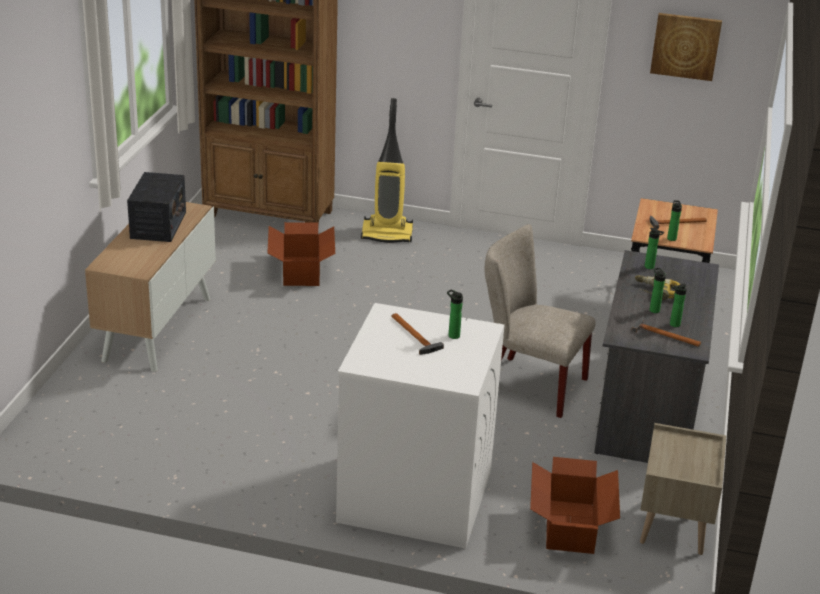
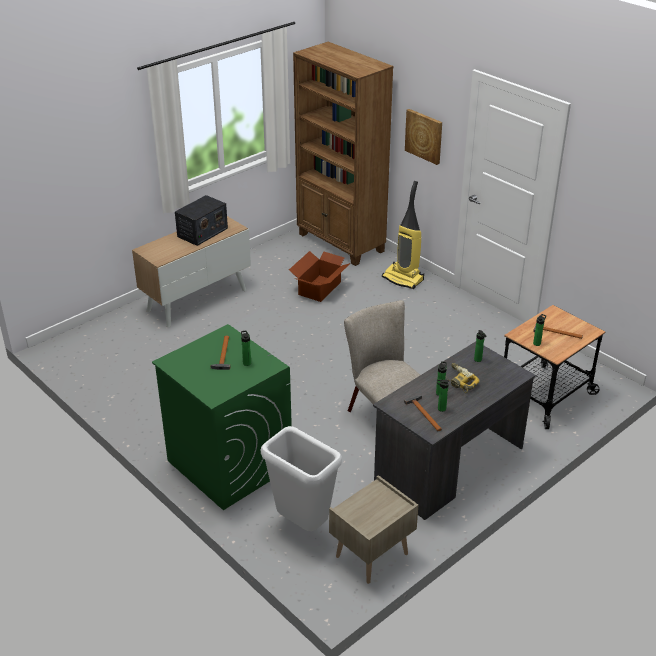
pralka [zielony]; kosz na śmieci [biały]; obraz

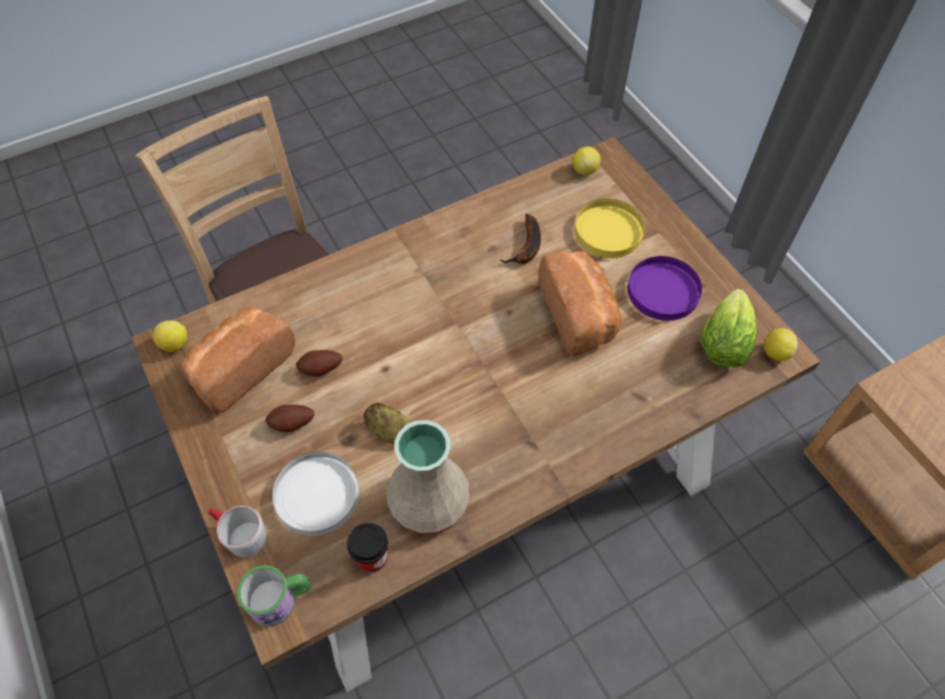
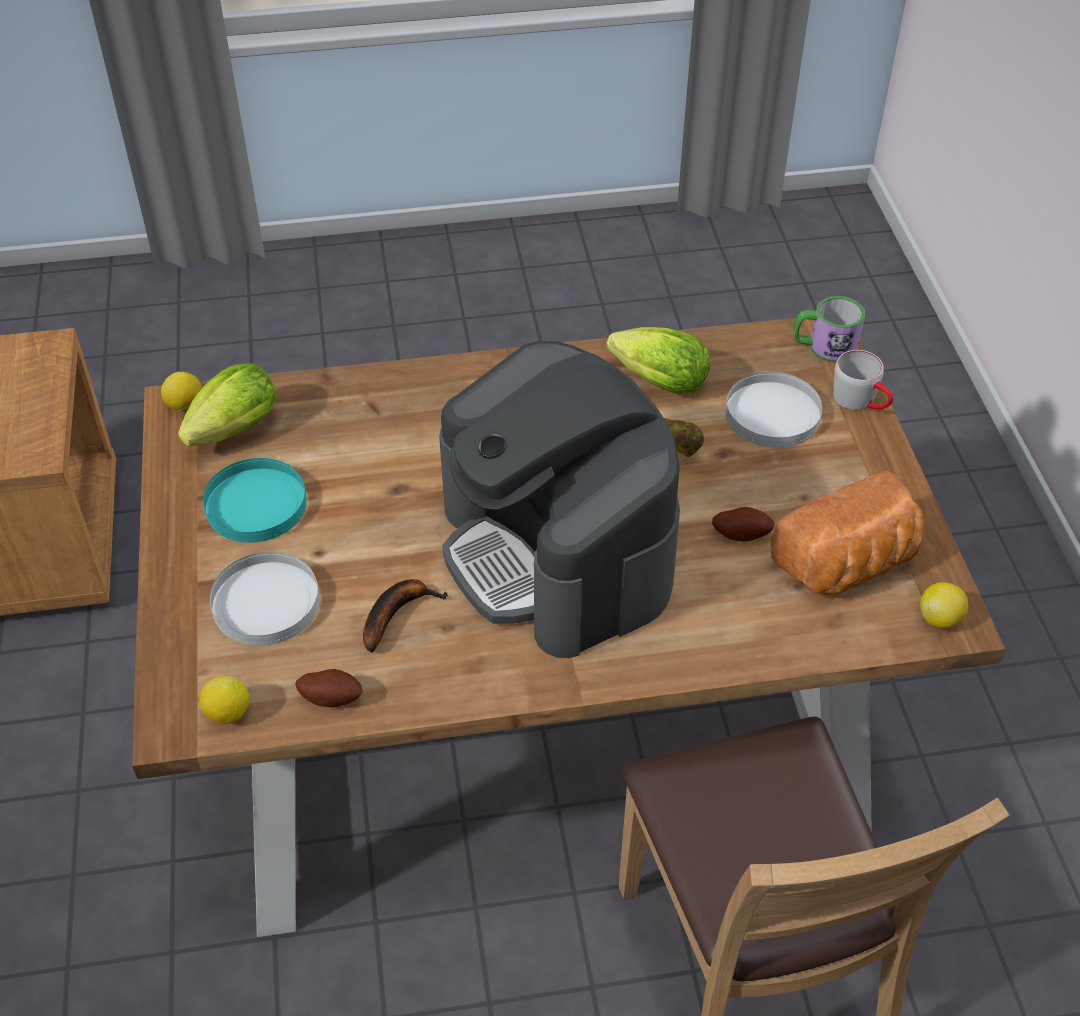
talerz [turkusowy]; talerz [biały] (1st from left); ziemniak (1st from left); ekspres do kawy; sałata (2nd from left); filiżanka; chleb (2nd from left in the first image)

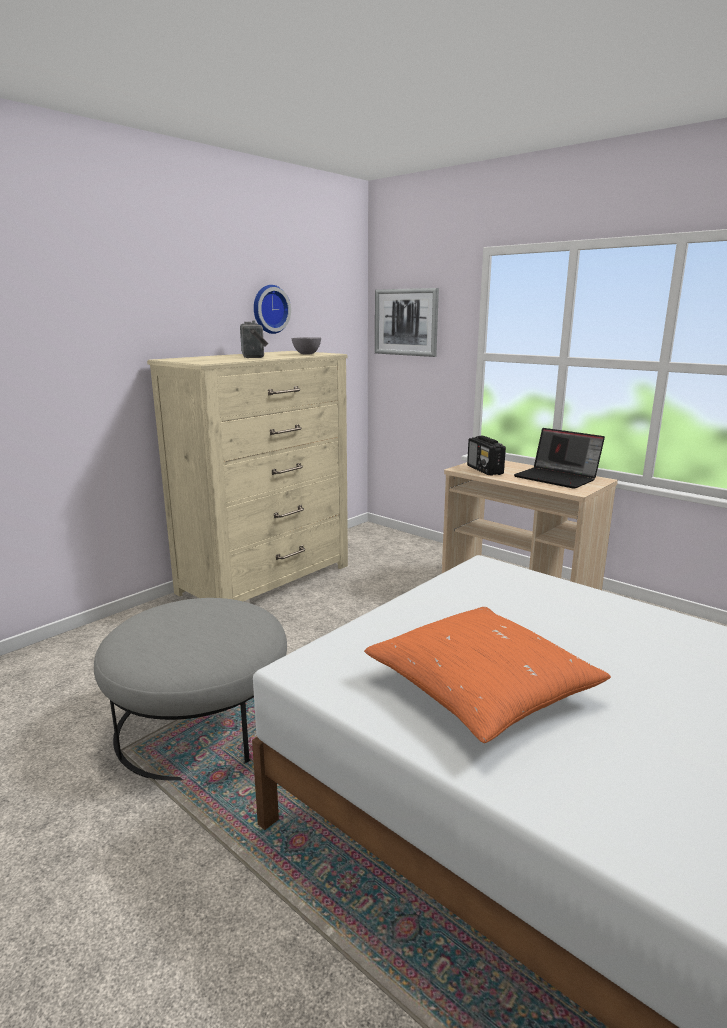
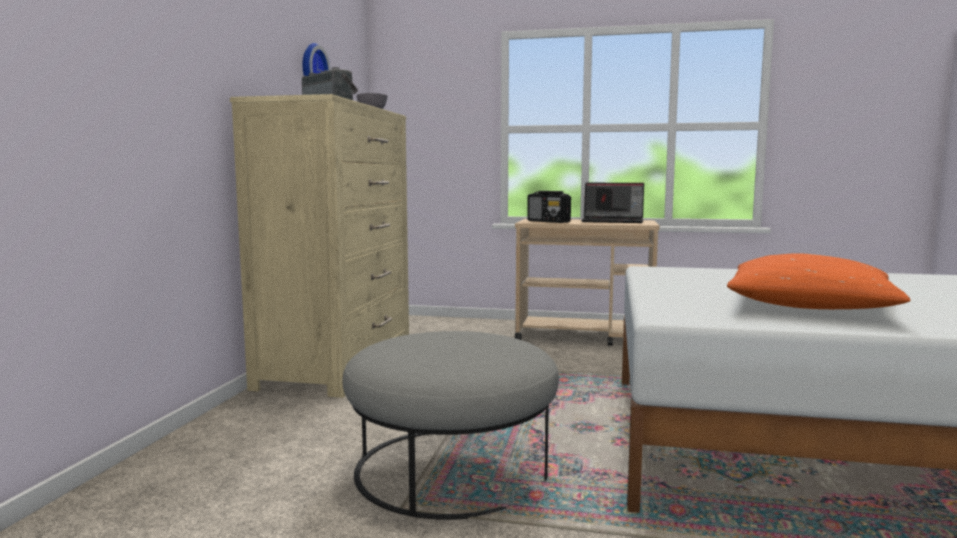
obraz

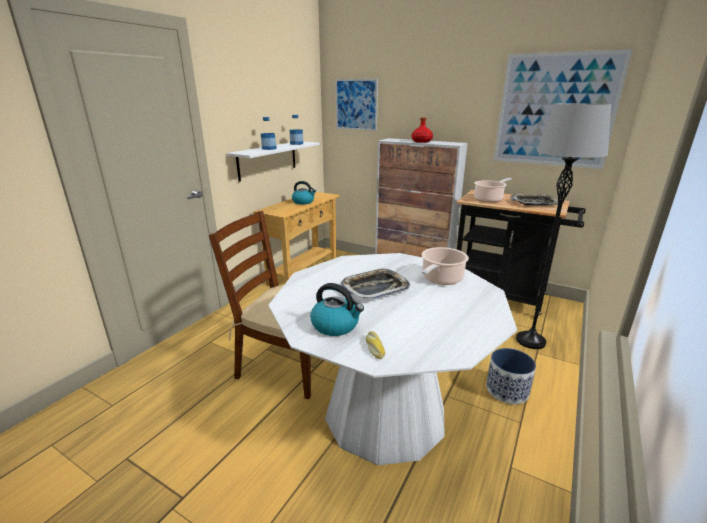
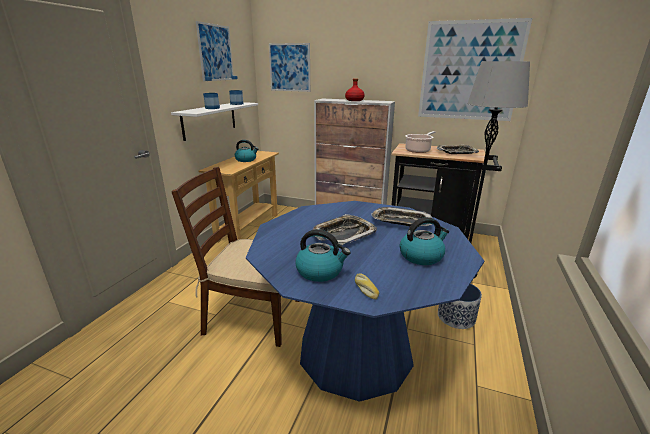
obraz (1st from left); stół jadalny [niebieski]; taca (2nd from left); czajnik (3rd from left)

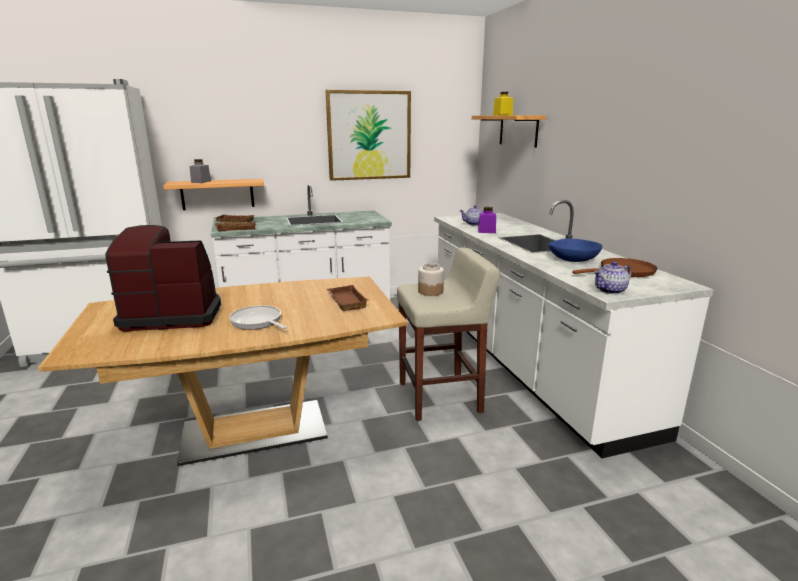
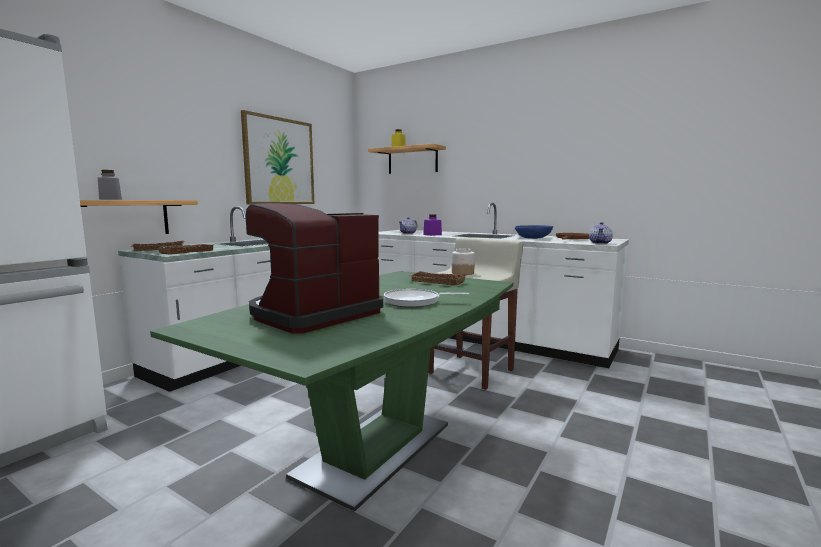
stół jadalny [zielony]

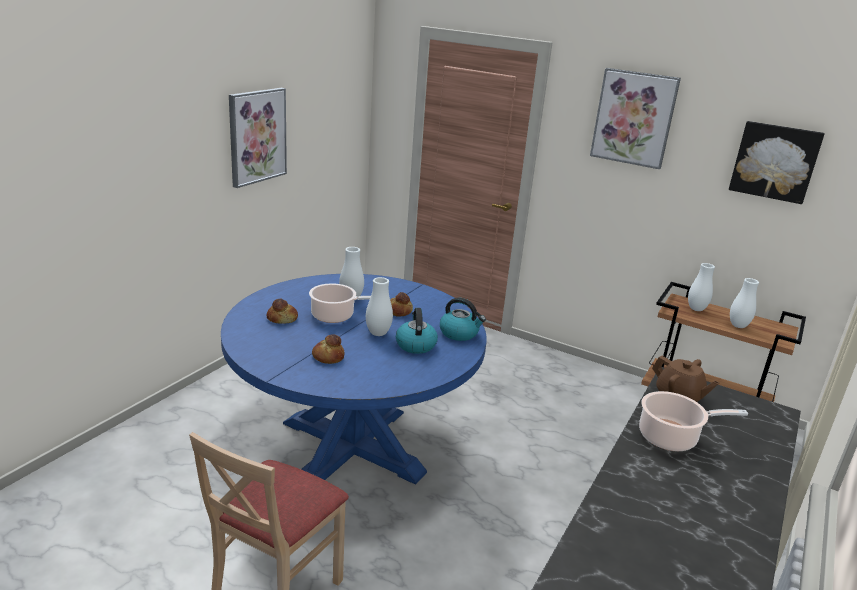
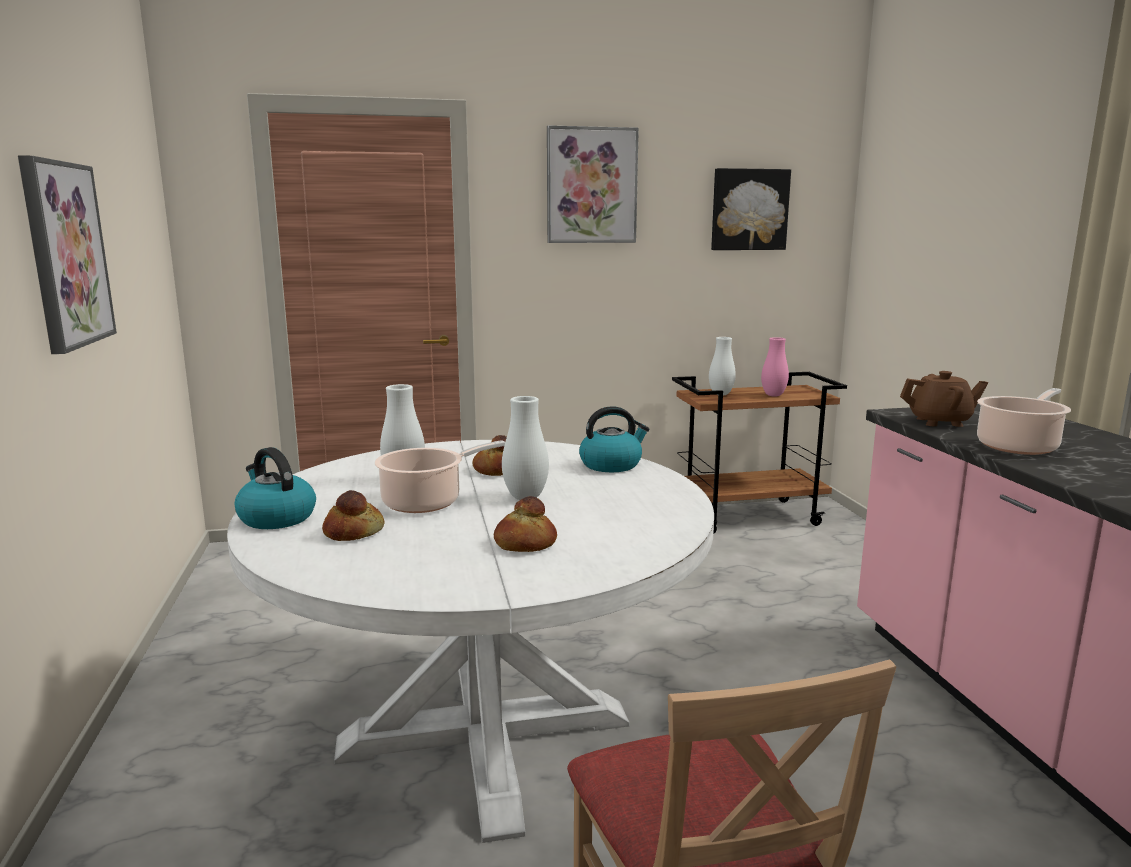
stół jadalny [biały]; czajnik (1st from left); wazon [różowy]

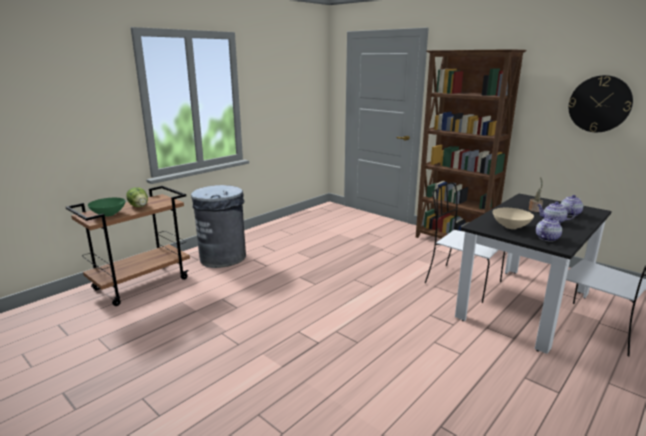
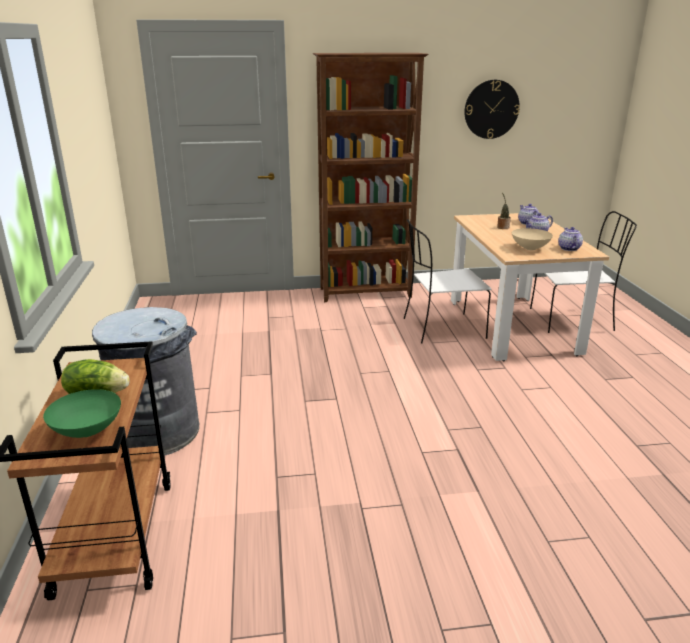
stół jadalny [beżowy]

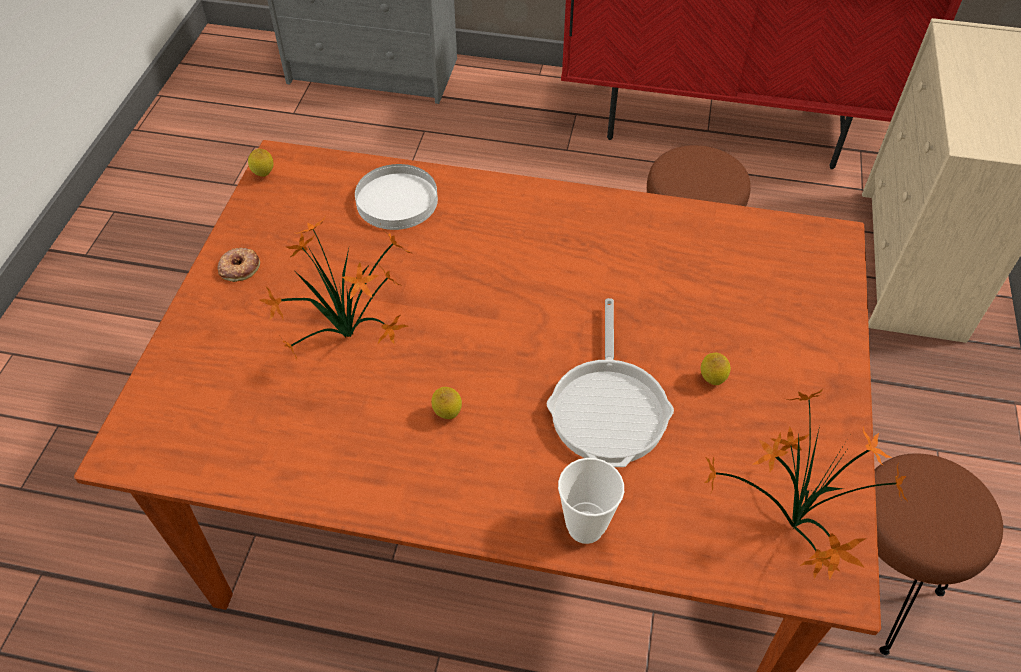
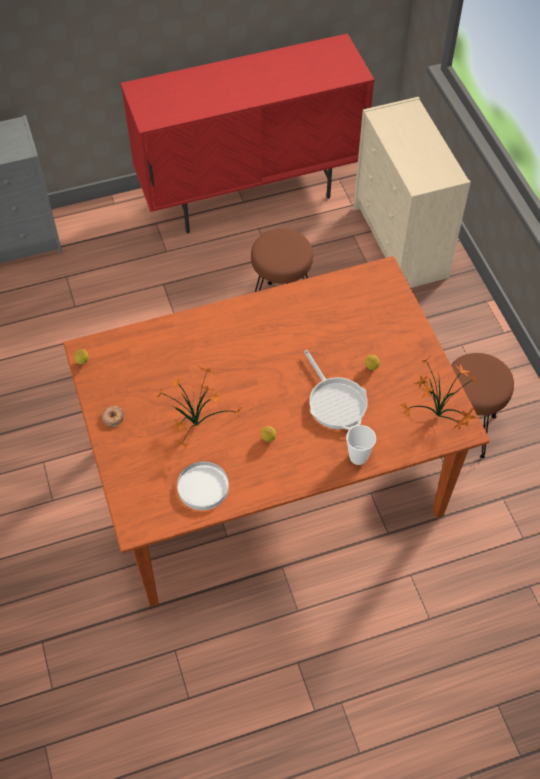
talerz [biały]

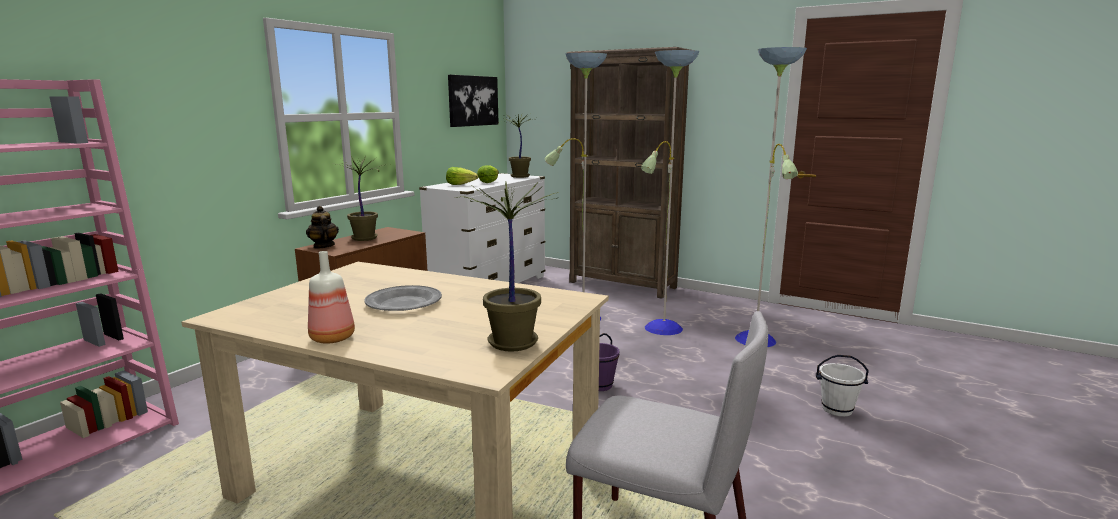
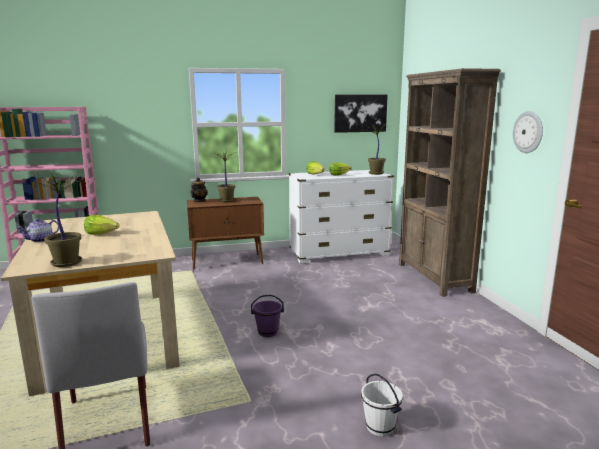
imbryk (1st from left); sałata (1st from left); zegar ścienny; lampa stojąca

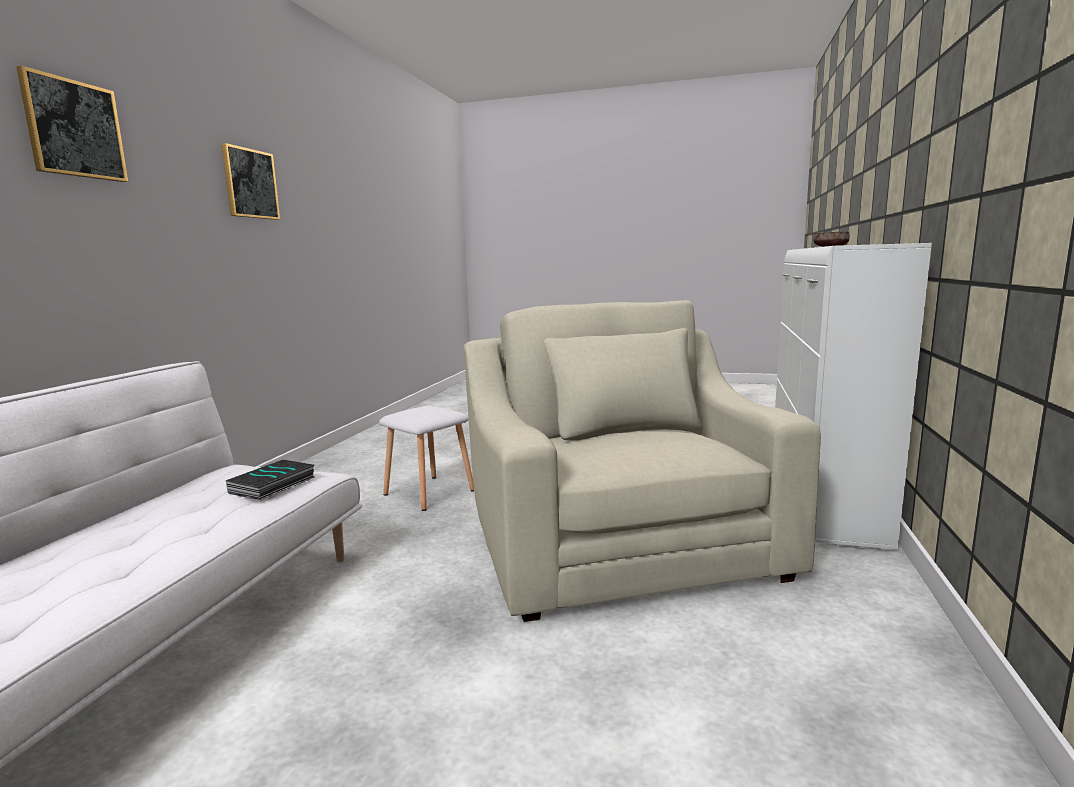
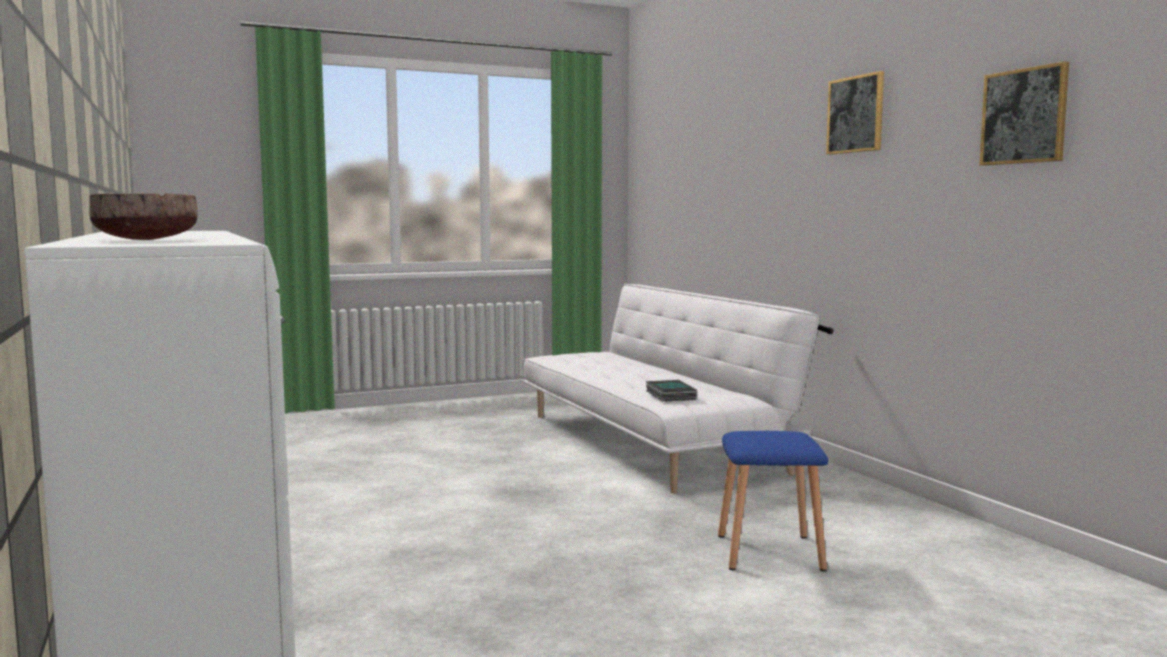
stołek [niebieski]; fotel [beżowy]

